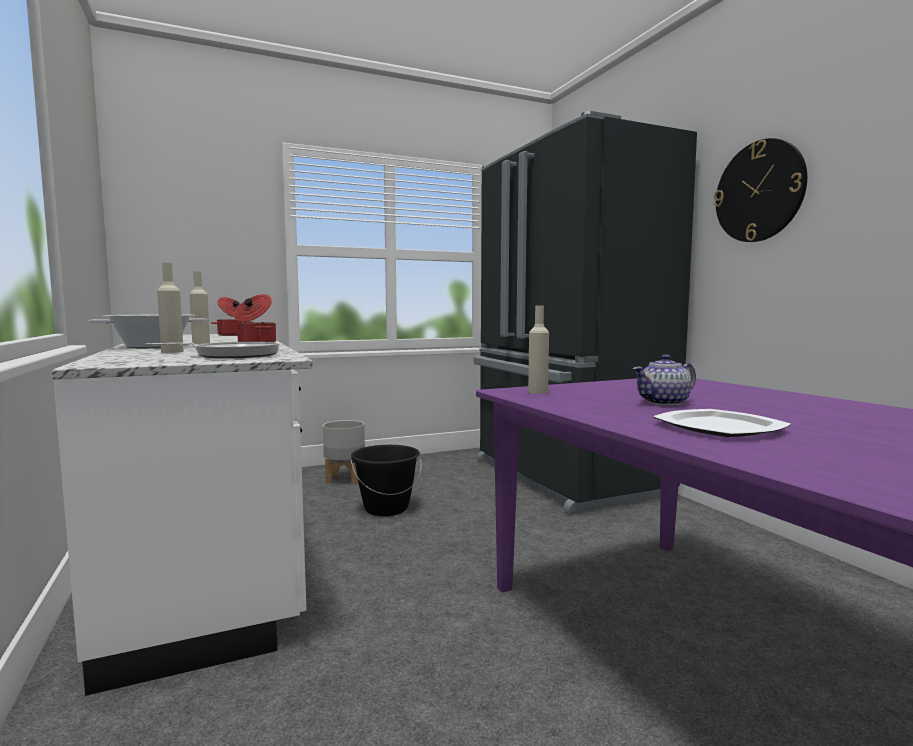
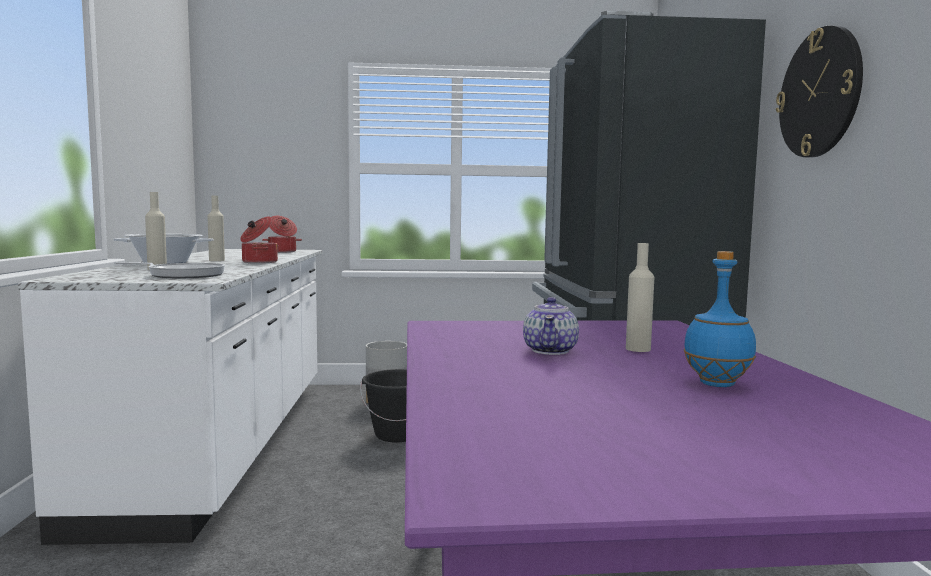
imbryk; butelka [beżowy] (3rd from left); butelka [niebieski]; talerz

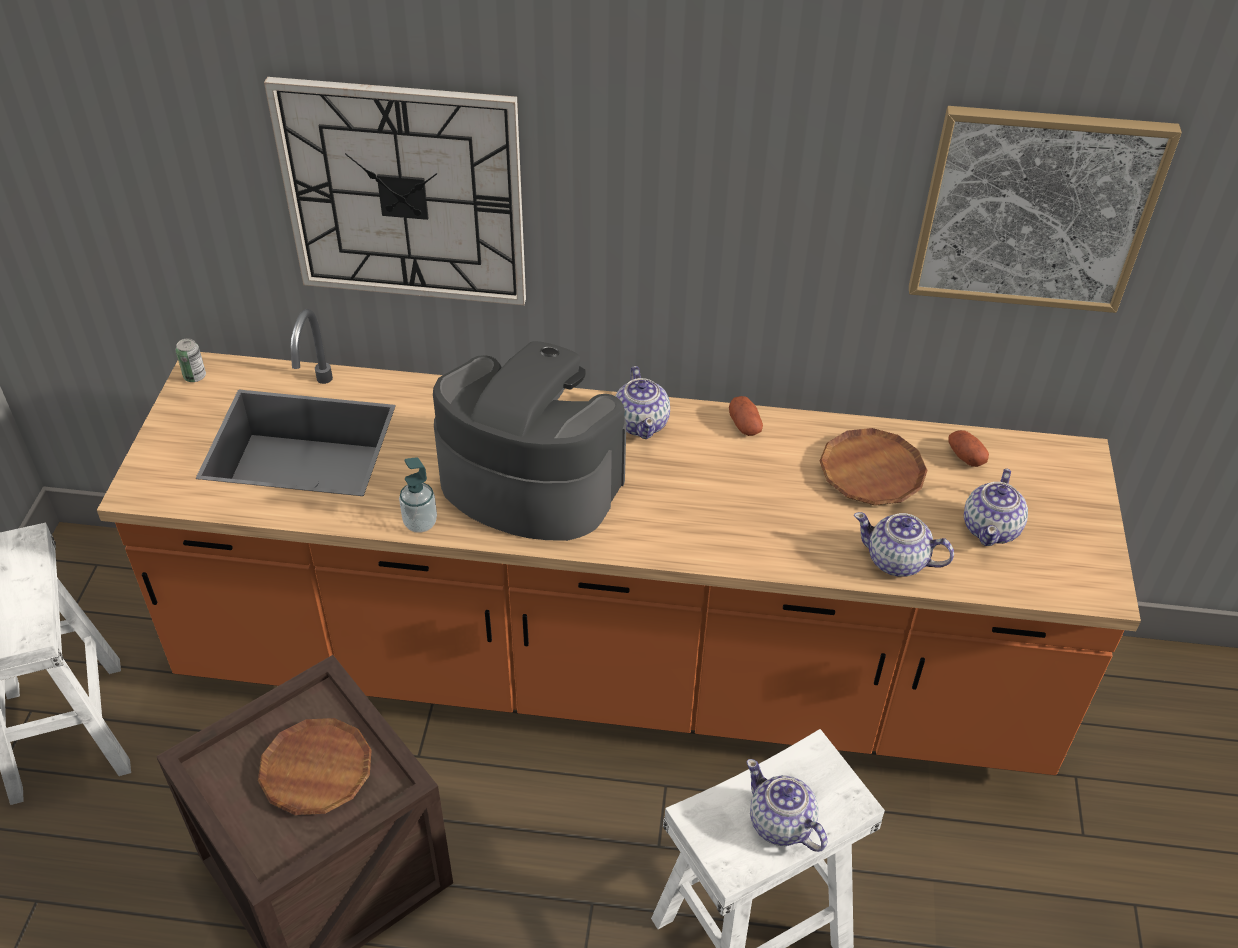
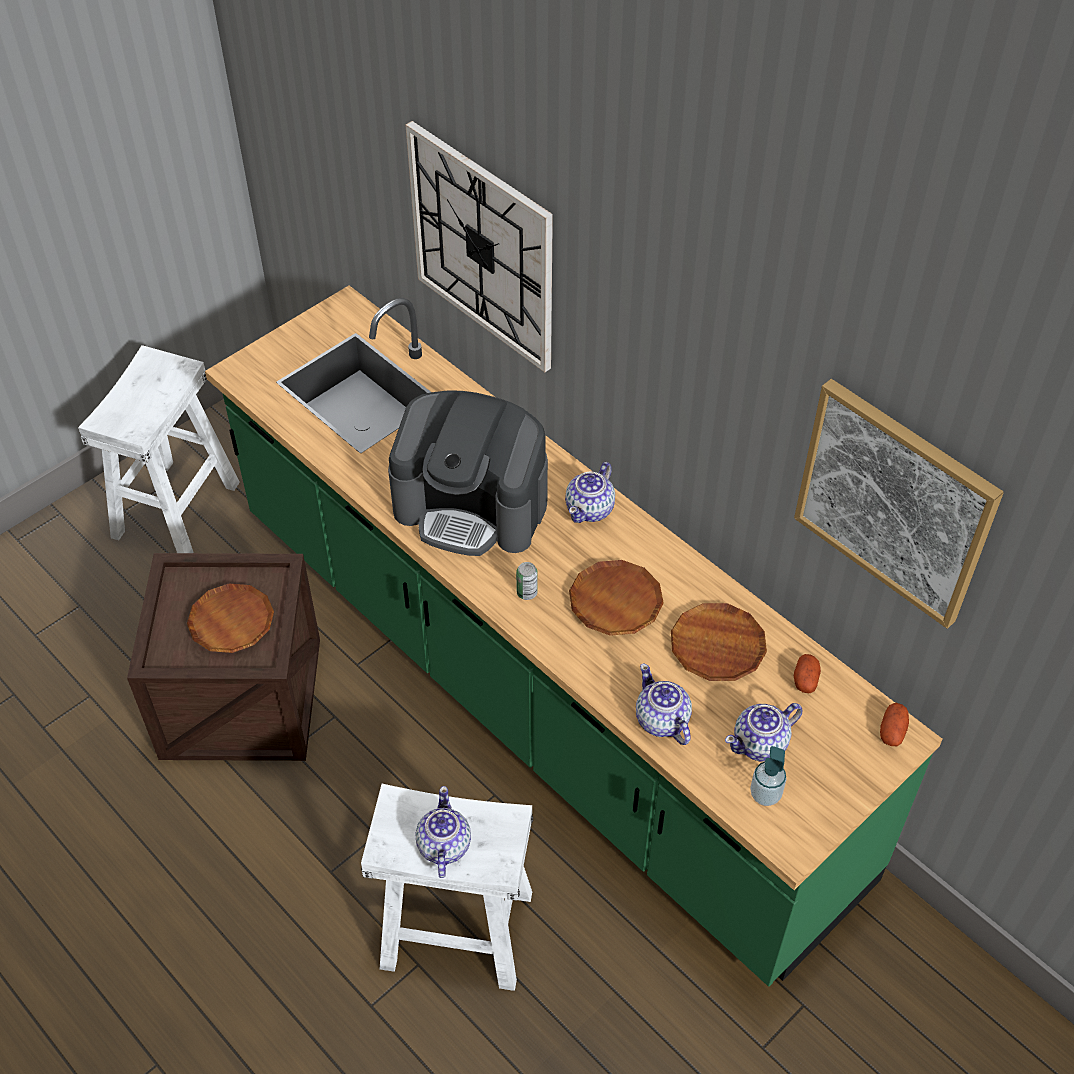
zabudowa kuchenna [zielony]; ekspres do kawy; puszka; talerz [brązowy] (2nd from left); dozownik mydła; ziemniak (2nd from left)

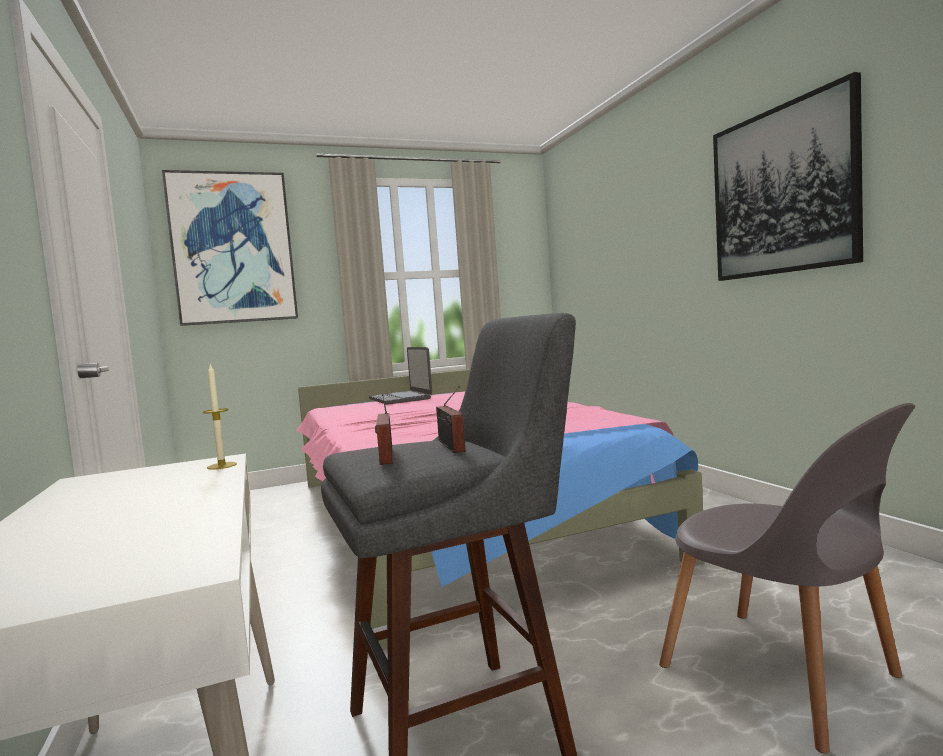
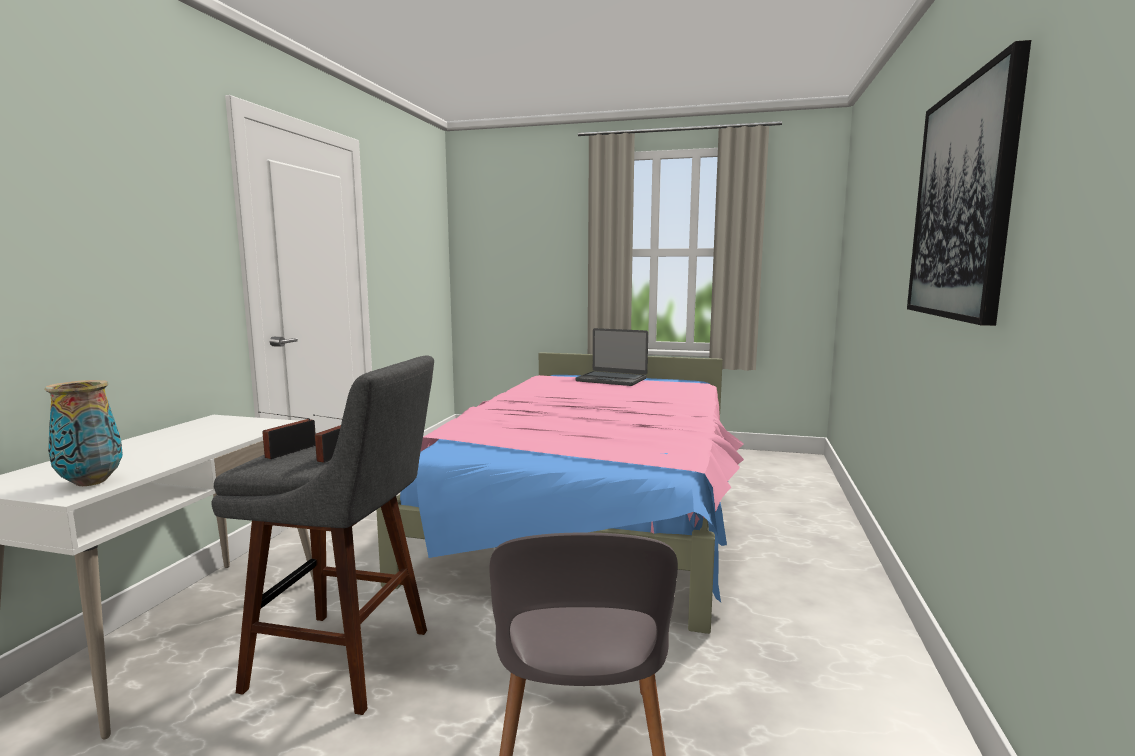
wazon; laptop; obraz (1st from left in the first image); świeca

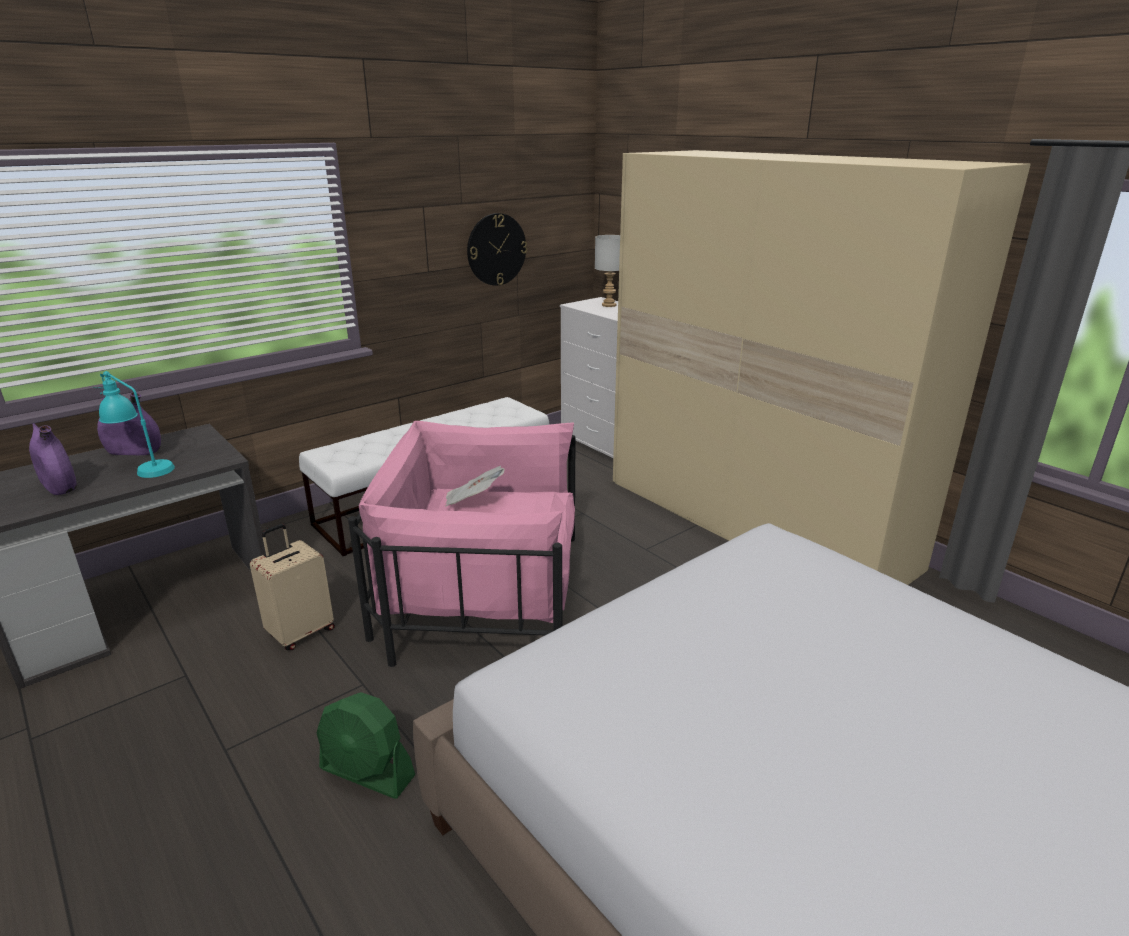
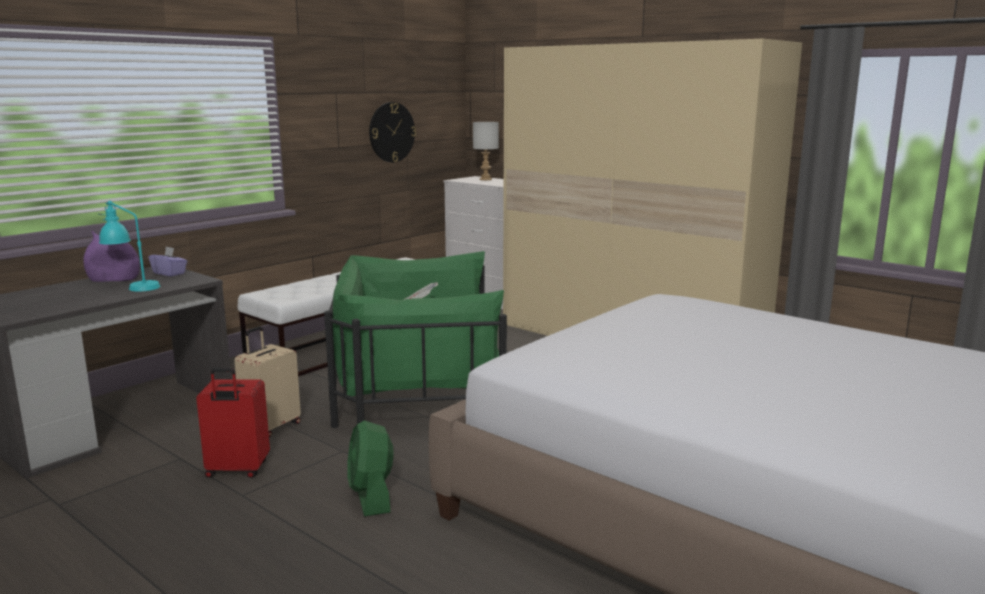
pudełko chusteczek [fioletowy]; walizka [czerwony]; fotel [zielony]; wentylator [zielony]; wazon [fioletowy] (1st from left in the first image)

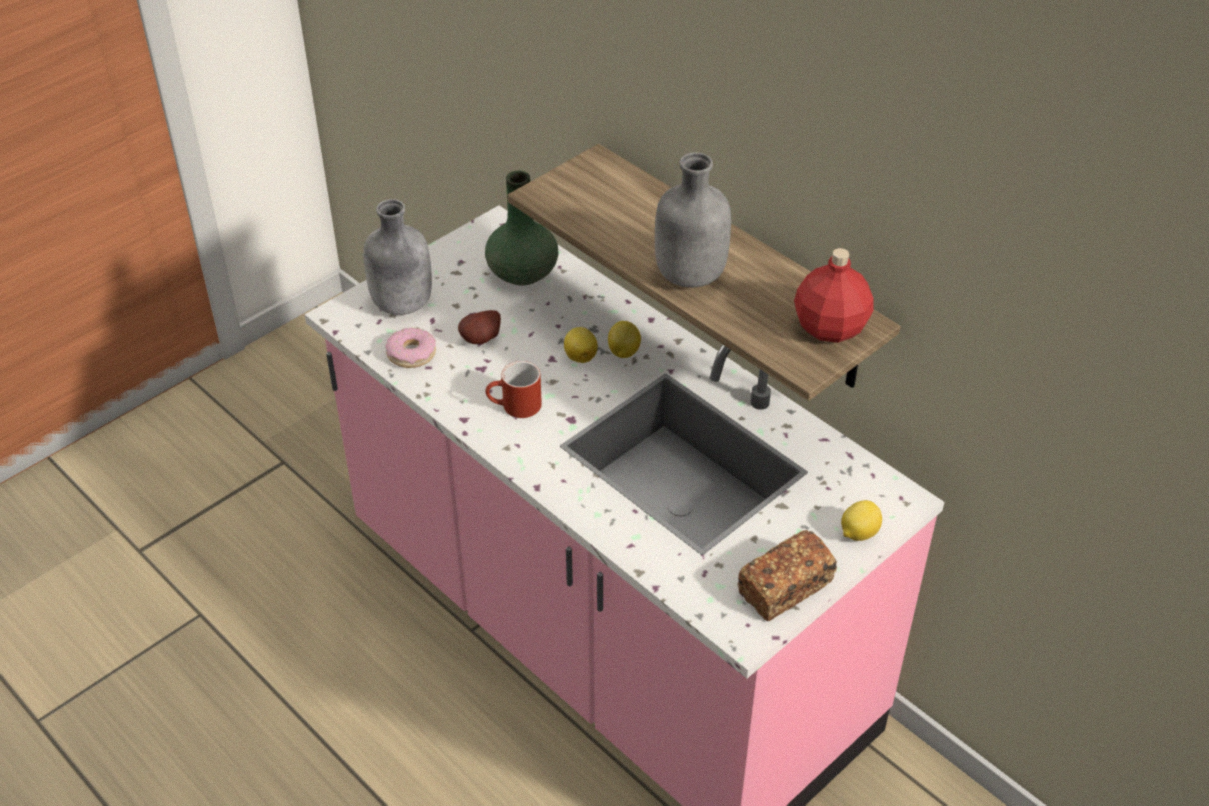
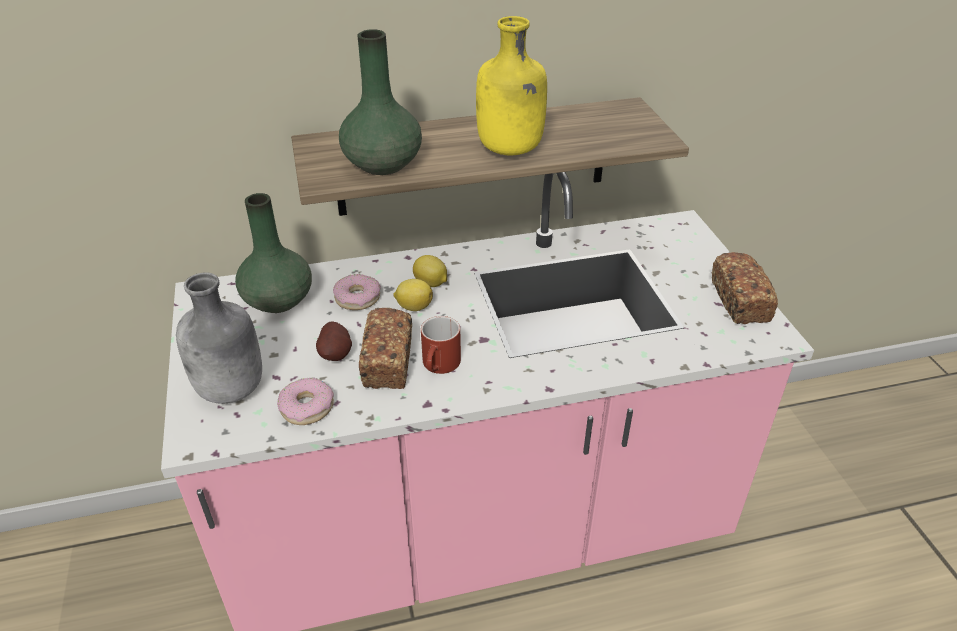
donut (2nd from left); wazon [zielony] (2nd from left); chleb (1st from left); butelka [żółty]; butelka [czerwony]; cytryna (3rd from left in the first image)

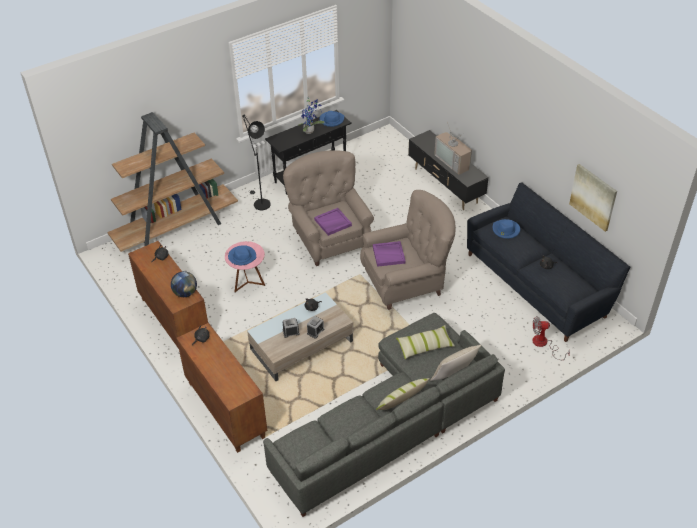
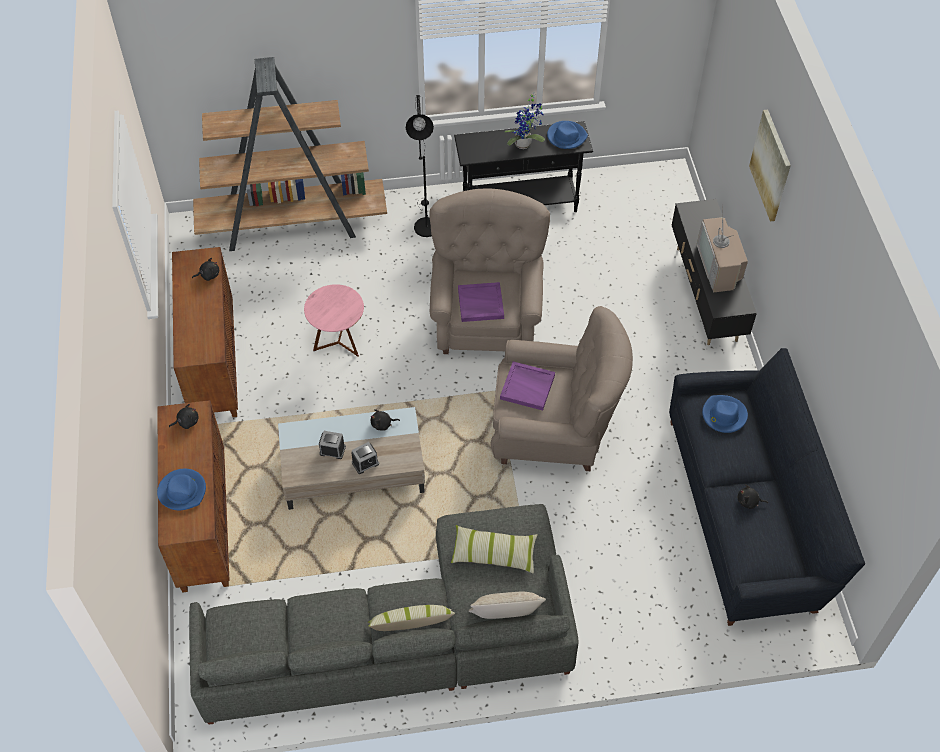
kapelusz [niebieski] (1st from left); obraz; globus; wentylator

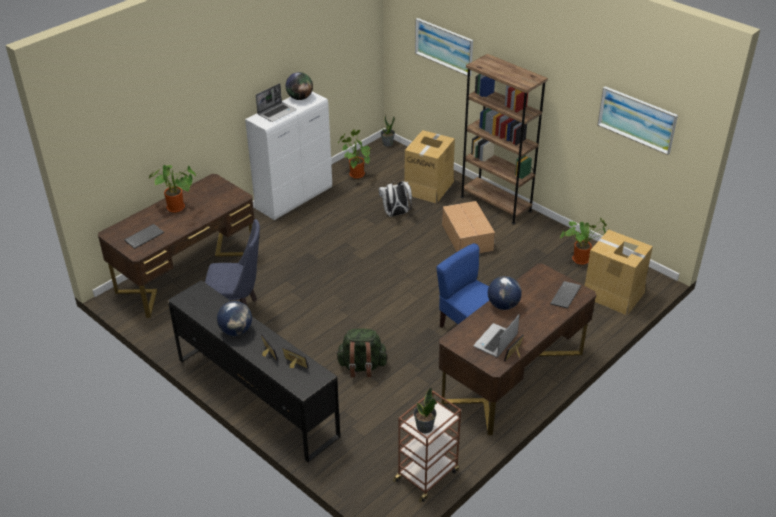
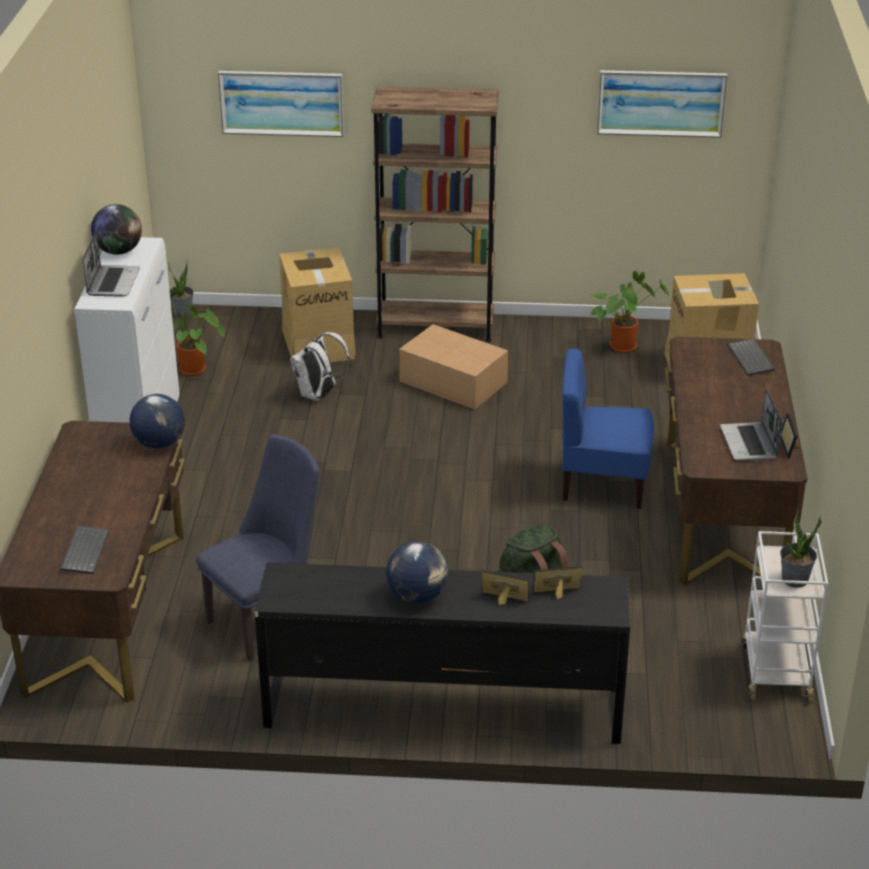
globus (2nd from left); wózek [biały]; roślina doniczkowa (1st from left in the first image)

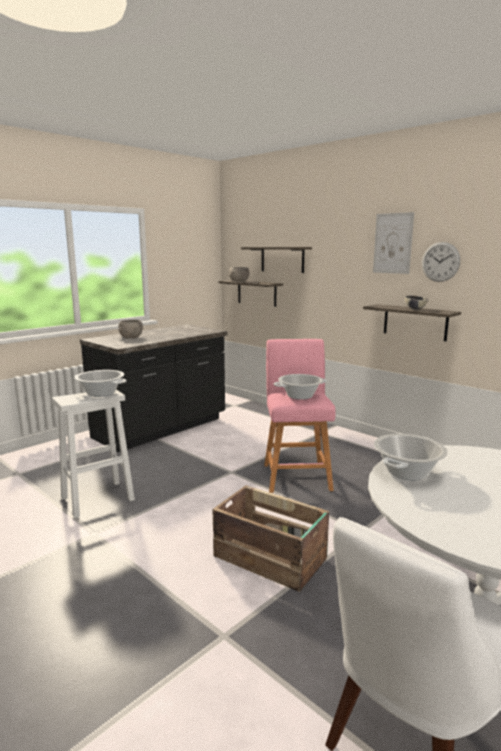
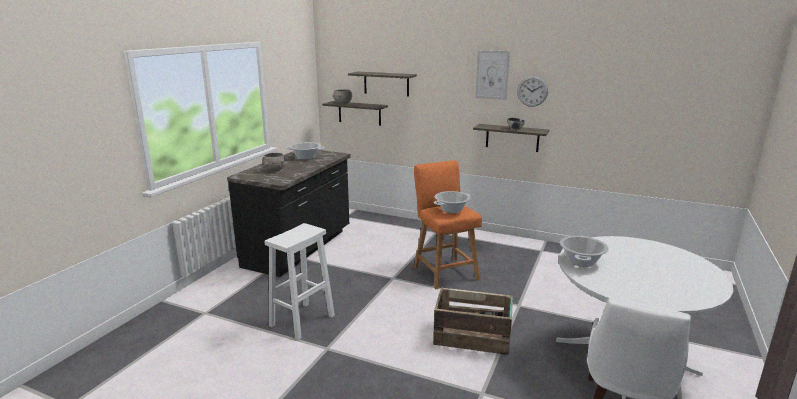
garnek (1st from left); stołek [pomarańczowy]

